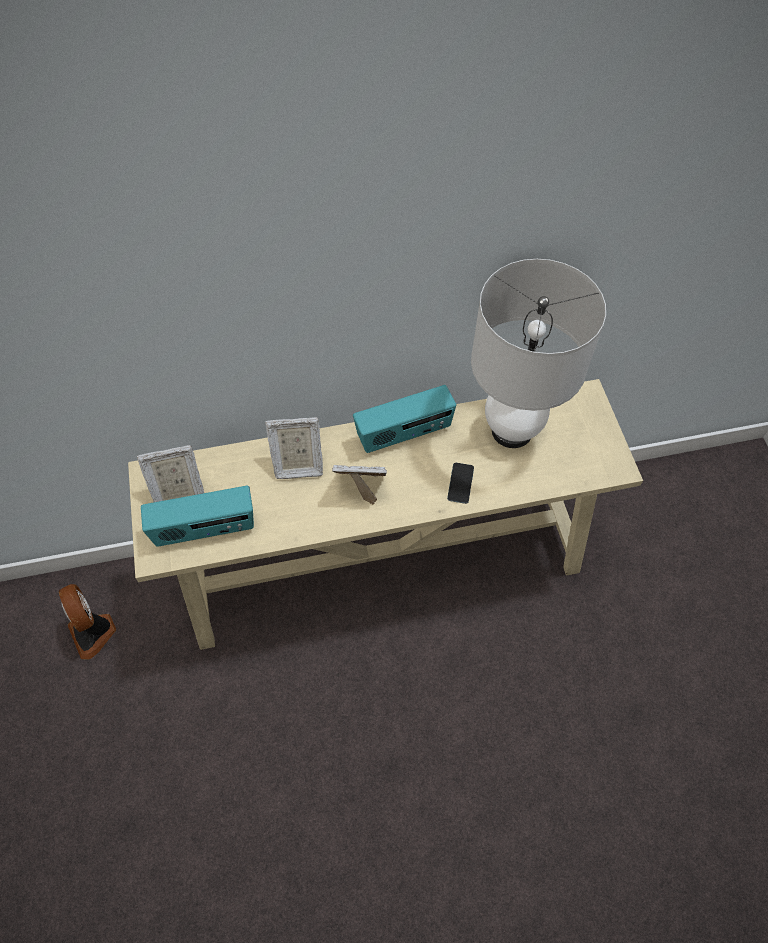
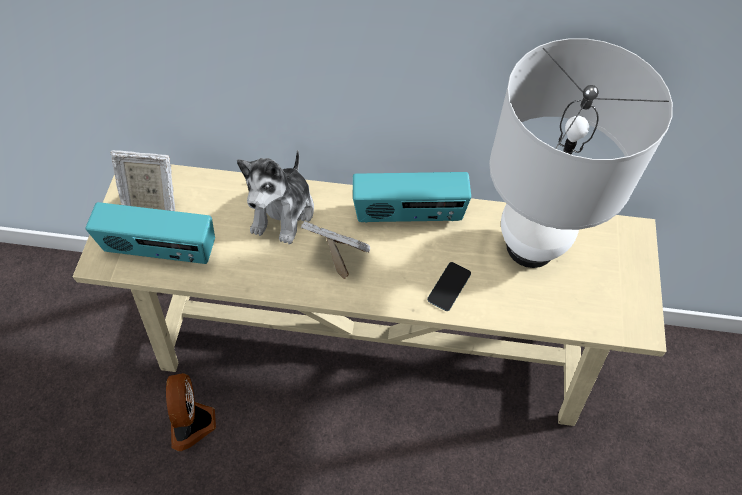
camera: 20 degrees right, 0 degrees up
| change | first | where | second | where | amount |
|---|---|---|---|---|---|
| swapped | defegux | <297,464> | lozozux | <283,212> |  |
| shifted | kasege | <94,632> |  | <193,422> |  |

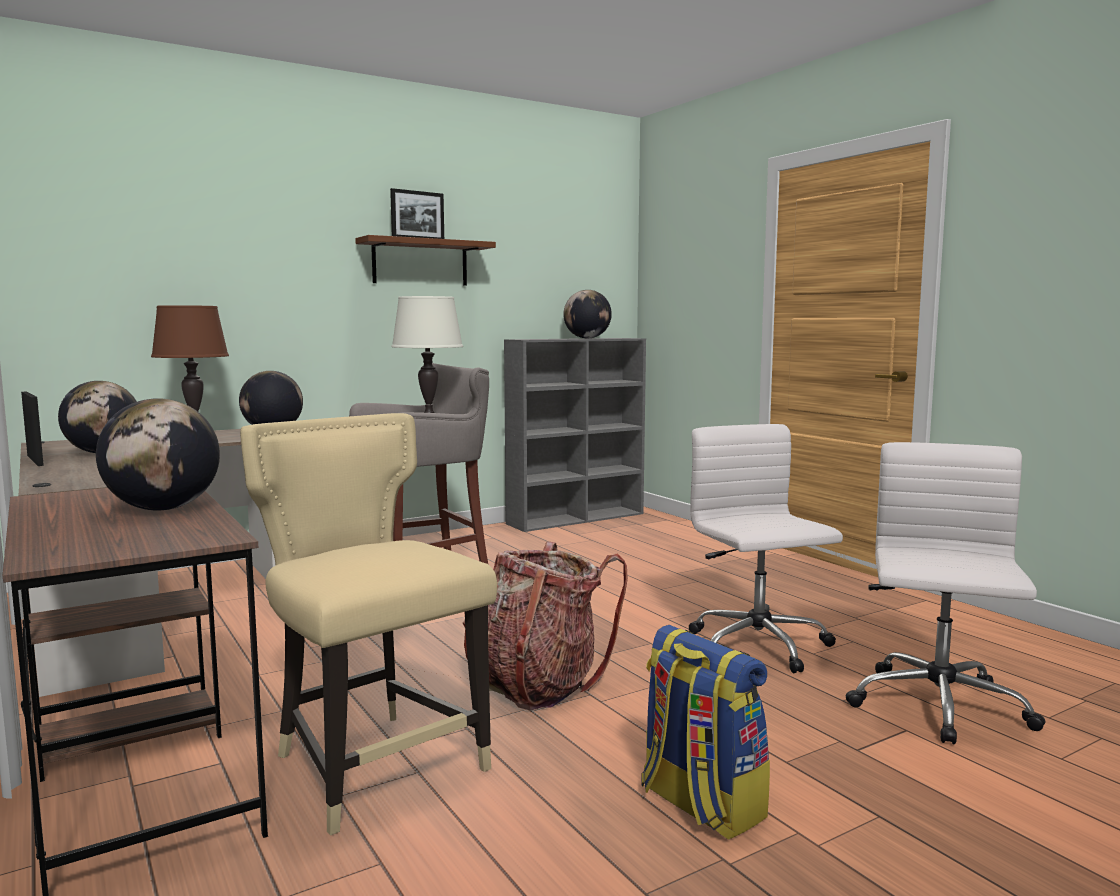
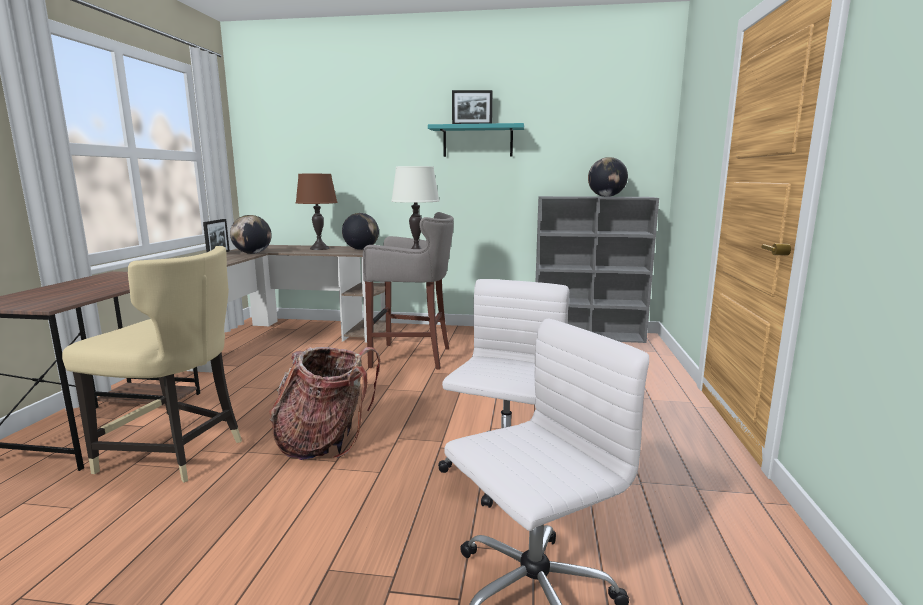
camera: 40 degrees right, 5 degrees up
| change | first | where | second | where | amount |
|---|---|---|---|---|---|
| repainted | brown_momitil | <420,262> | turquoise_momitil | <477,141> |  |
| gone | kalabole | <163,509> |  |  |  |
| rotated | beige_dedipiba | <374,764> |  | <176,454> | 105 degrees clockwise |
| gone | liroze | <699,805> |  |  |  |

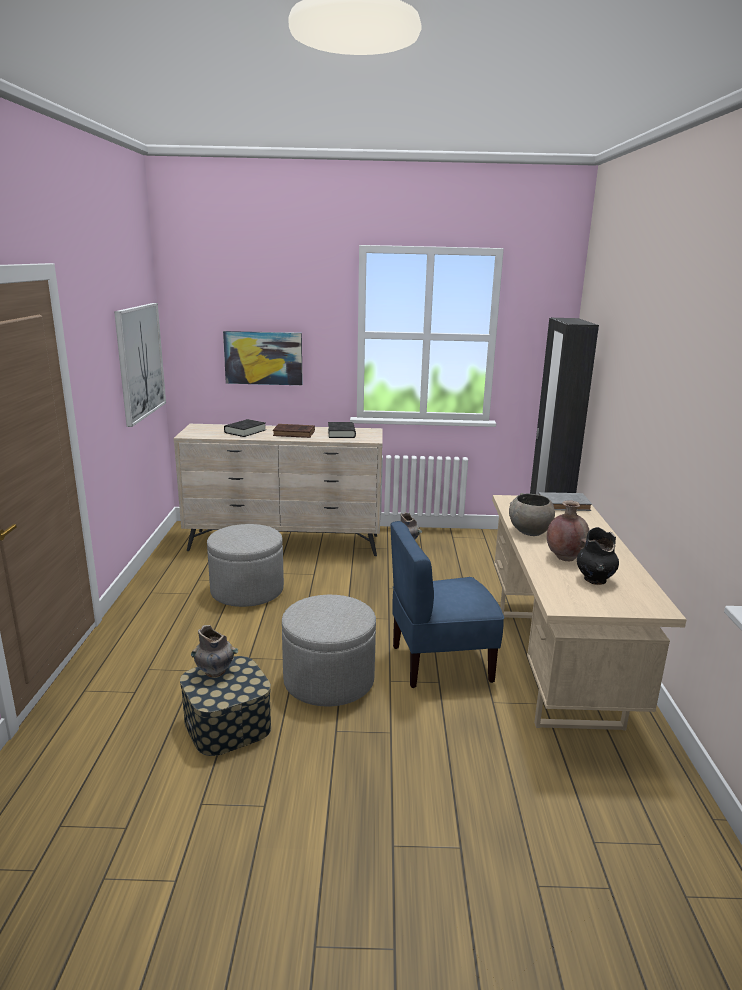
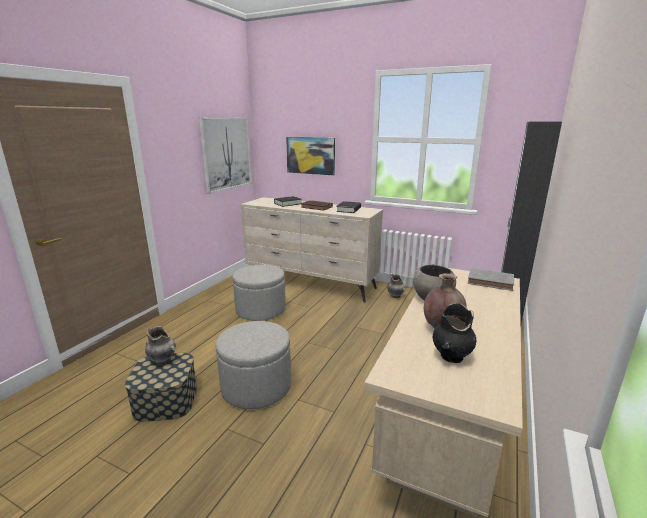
camera: 25 degrees right, 0 degrees up
| change | first | where | second | where | amount |
|---|---|---|---|---|---|
| gone | blue_dedipiba | <440,663> |  |  |  |

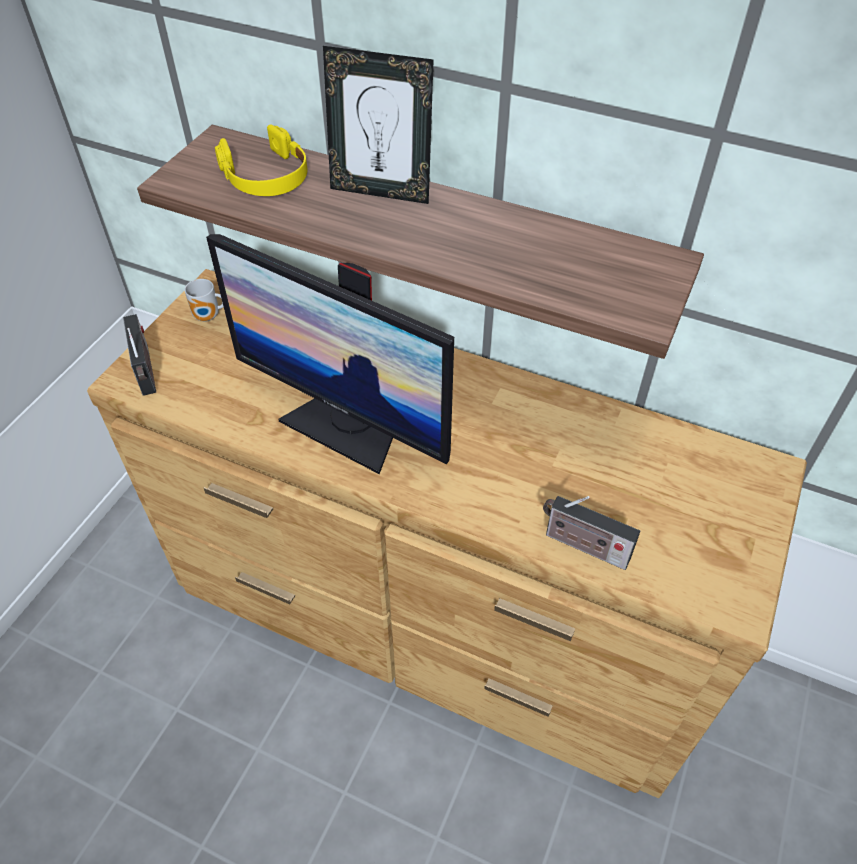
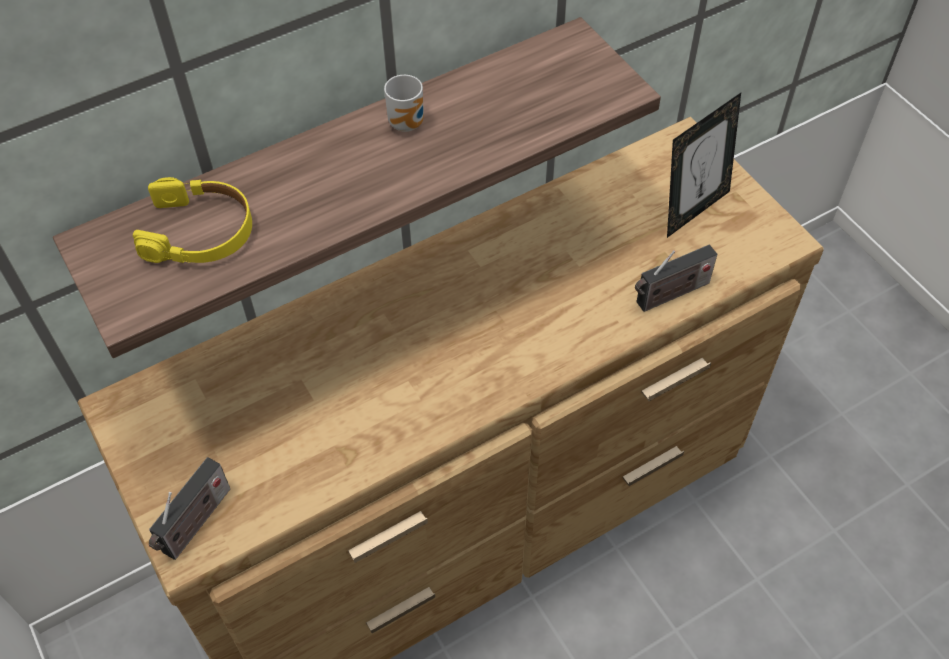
camera: 55 degrees left, 5 degrees up
| change | first | where | second | where | amount |
|---|---|---|---|---|---|
| shifted | defegux | <381,191> |  | <693,209> |  |
| gone | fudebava | <346,426> |  |  |  |
| shifted | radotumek | <208,317> |  | <409,123> |  |
| rotated | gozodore | <146,372> |  | <195,524> | 105 degrees clockwise |

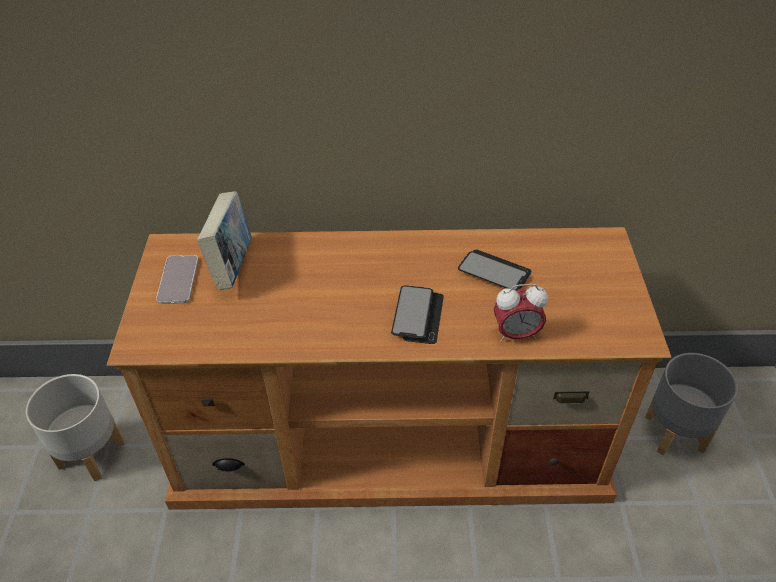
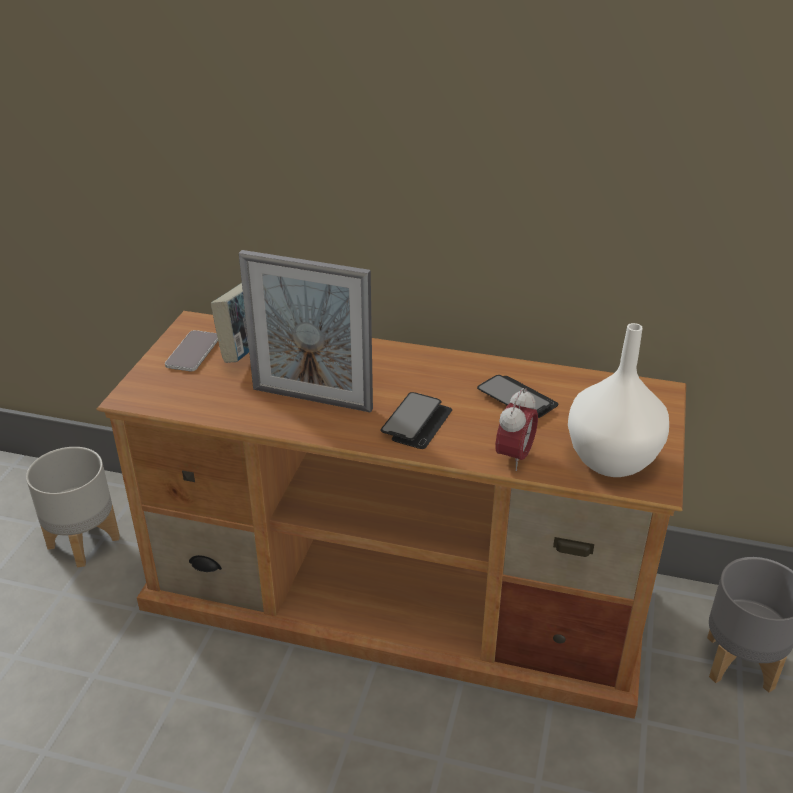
camera: 15 degrees right, 10 degrees down
| change | first | where | second | where | amount |
|---|---|---|---|---|---|
| rotated | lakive | <516,334> |  | <514,457> | 75 degrees counterclockwise |
| new |  |  | defegux | <312,399> |  |
| new |  |  | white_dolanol | <610,459> |  |

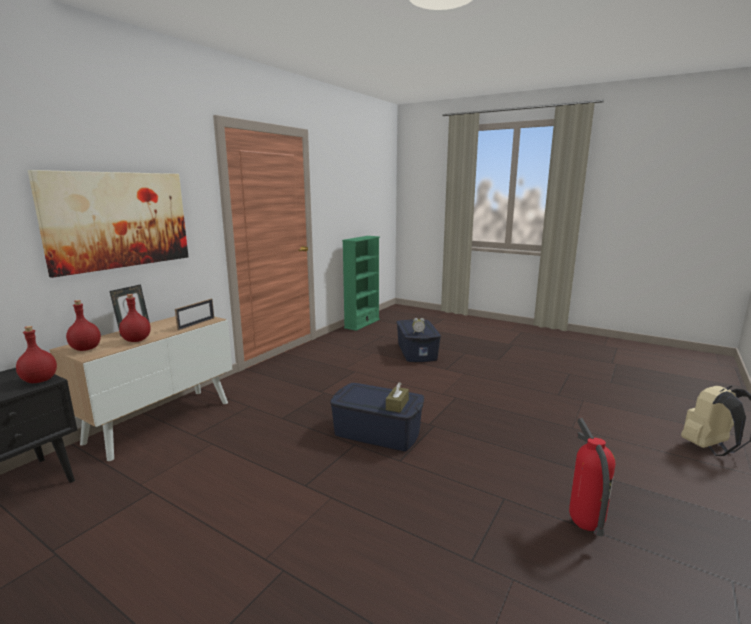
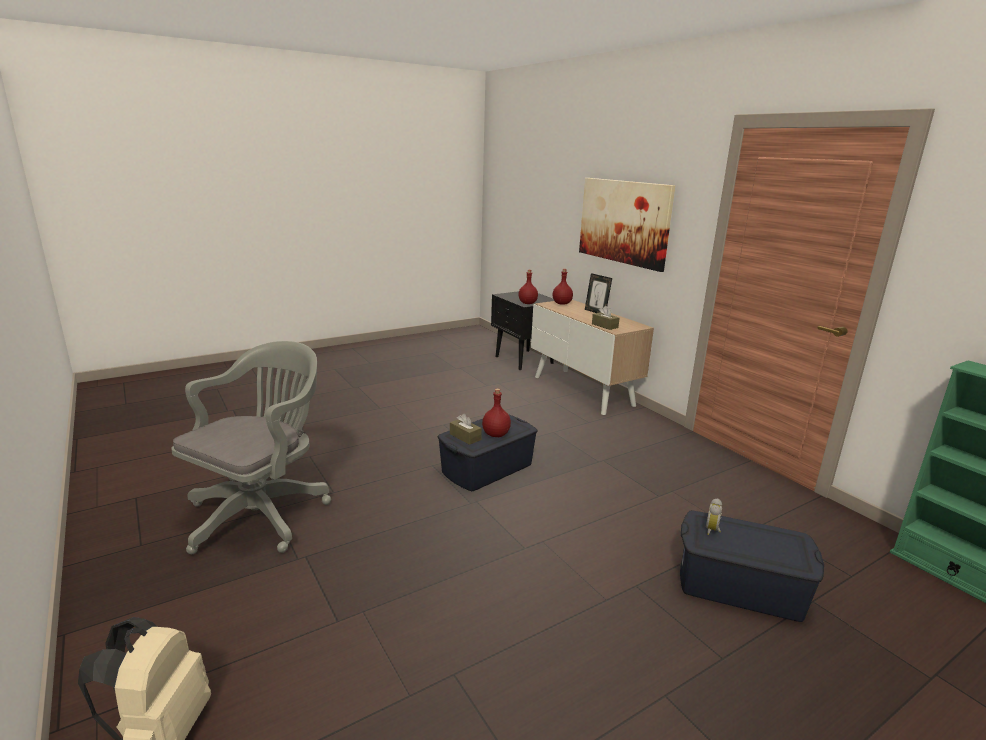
camera: 115 degrees right, 5 degrees up
| change | first | where | second | where | amount |
|---|---|---|---|---|---|
| shifted | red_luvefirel | <136,340> |  | <495,434> |  |
| swapped | defegux | <196,324> | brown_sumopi | <604,326> |  |
| swapped | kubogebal | <584,525> | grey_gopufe | <263,512> |  |

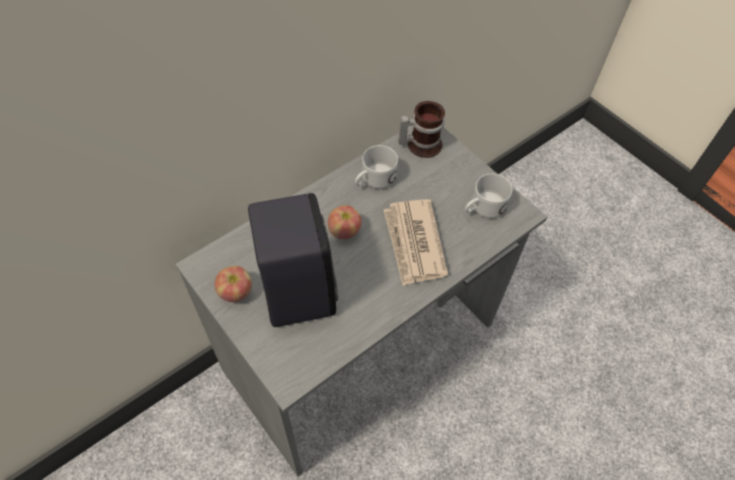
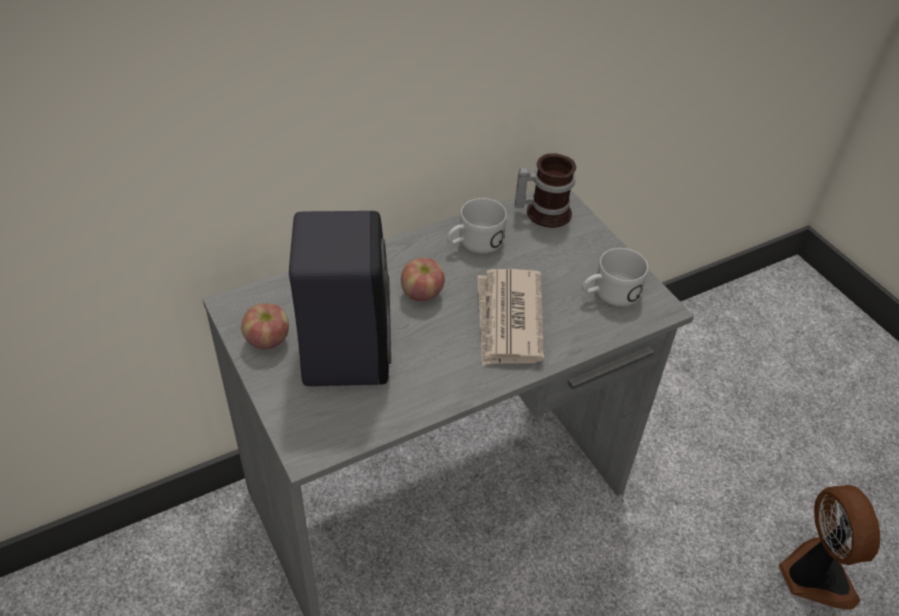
camera: 10 degrees right, 10 degrees down
| change | first | where | second | where | amount |
|---|---|---|---|---|---|
| new |  |  | kasege | <813,575> |  |

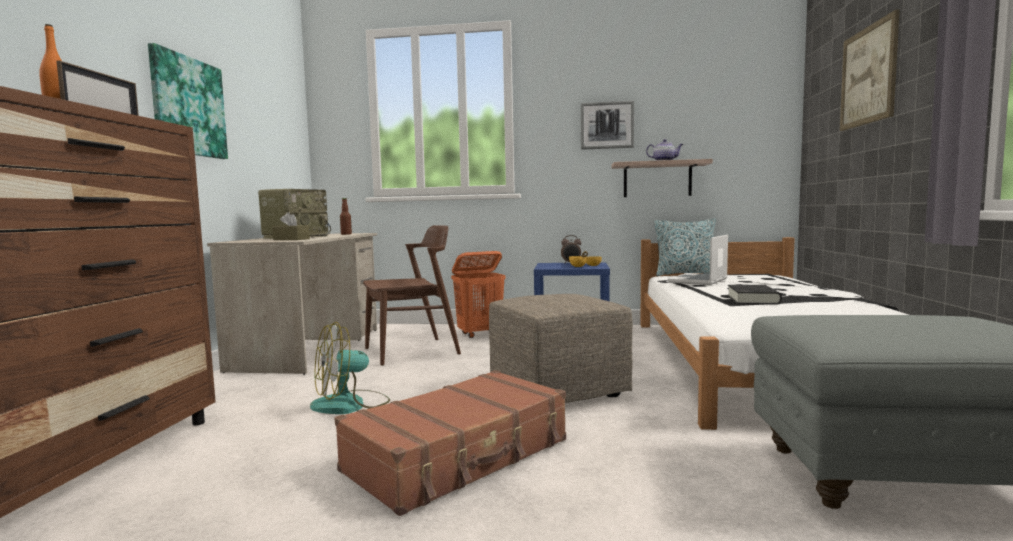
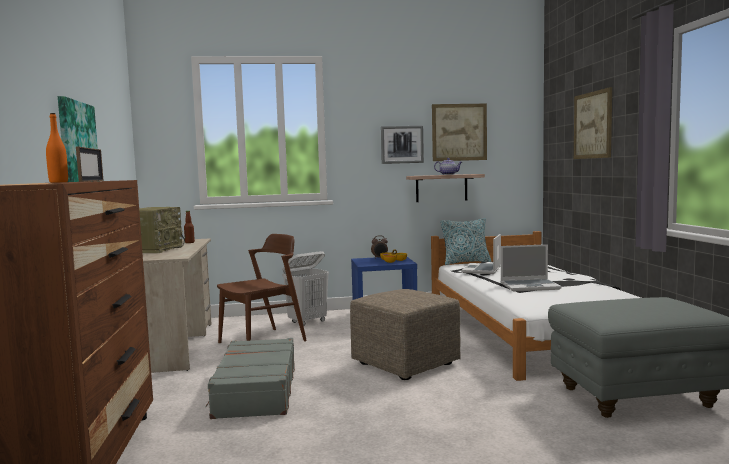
camera: 15 degrees left, 0 degrees up
| change | first | where | second | where | amount |
|---|---|---|---|---|---|
| gone | brown_sumopi | <291,239> |  |  |  |
| repainted | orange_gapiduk | <480,334> | white_gapiduk | <308,322> |  |
| swapped | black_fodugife | <753,300> | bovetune | <530,286> |  |
| swapped | kasege | <350,404> | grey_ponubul | <255,390> |  |
| gone | brown_ponubul | <459,456> |  |  |  |
| new |  |  | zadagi | <459,132> |  |

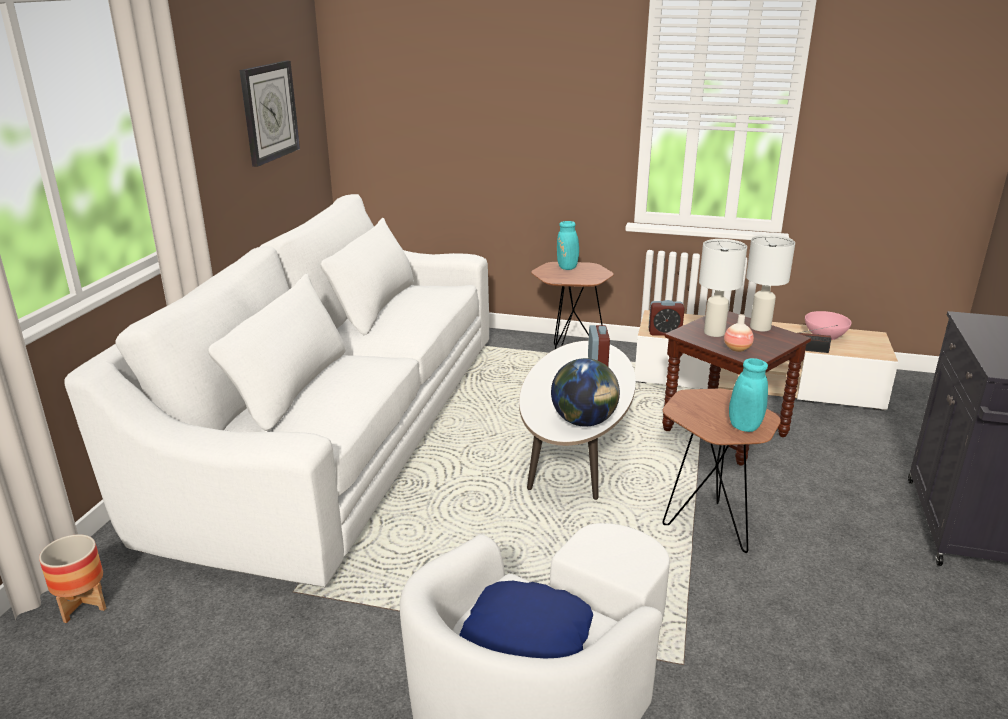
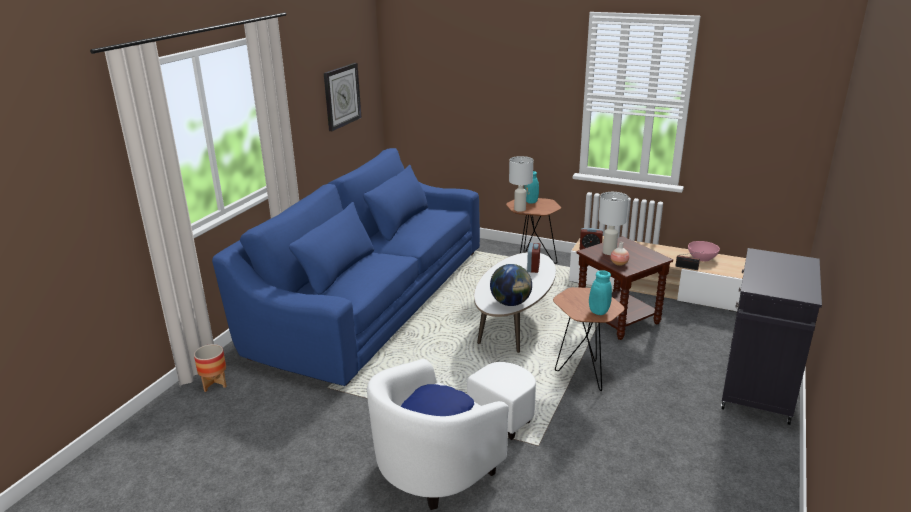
camera: 10 degrees right, 0 degrees up
| change | first | where | second | where | amount |
|---|---|---|---|---|---|
| repainted | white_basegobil | <340,428> | blue_basegobil | <371,298> |  |
| shifted | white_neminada | <759,327> |  | <519,209> |  |

